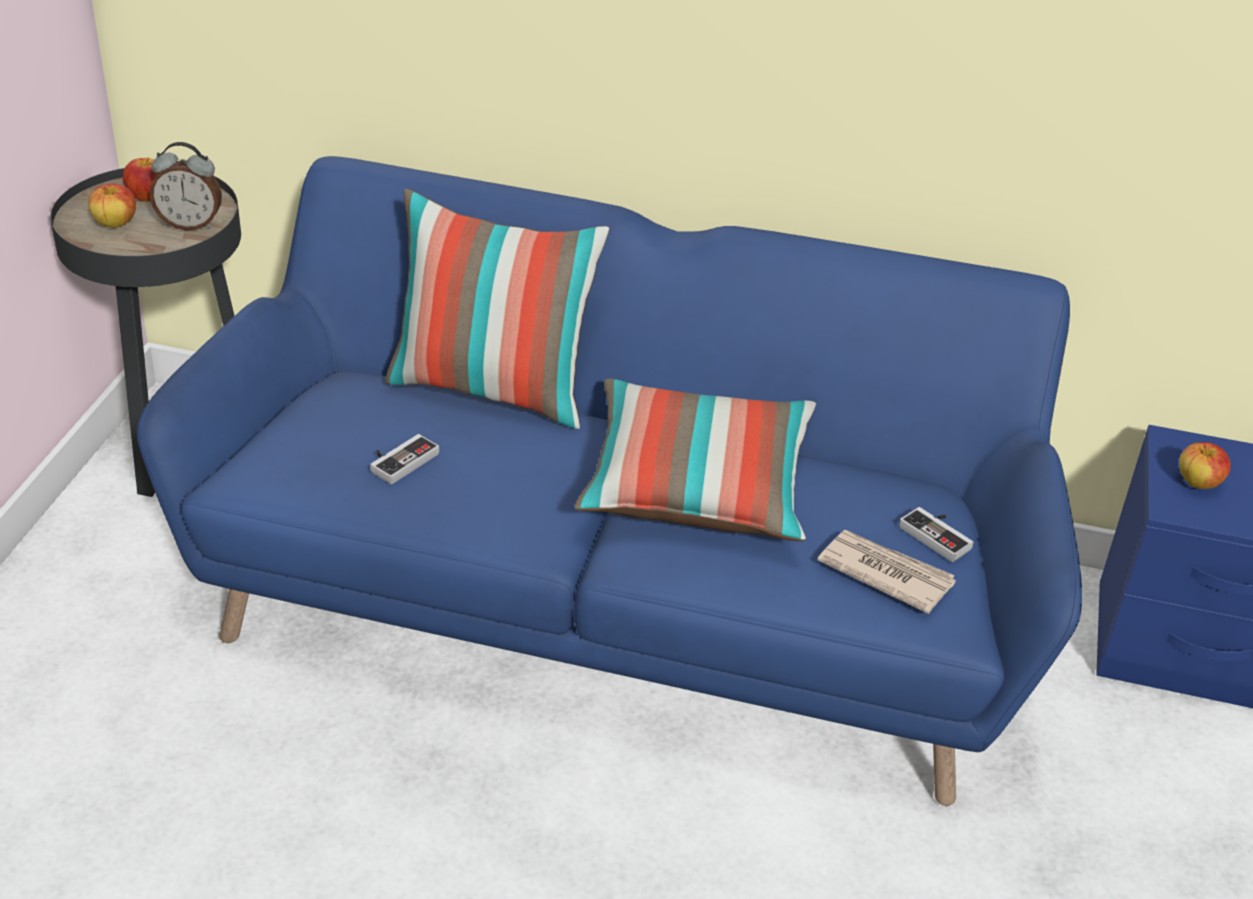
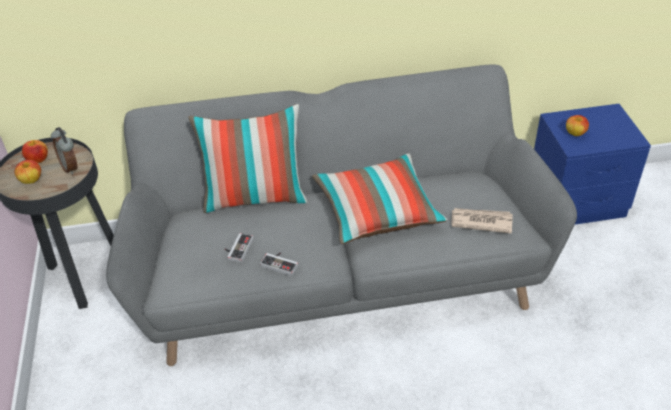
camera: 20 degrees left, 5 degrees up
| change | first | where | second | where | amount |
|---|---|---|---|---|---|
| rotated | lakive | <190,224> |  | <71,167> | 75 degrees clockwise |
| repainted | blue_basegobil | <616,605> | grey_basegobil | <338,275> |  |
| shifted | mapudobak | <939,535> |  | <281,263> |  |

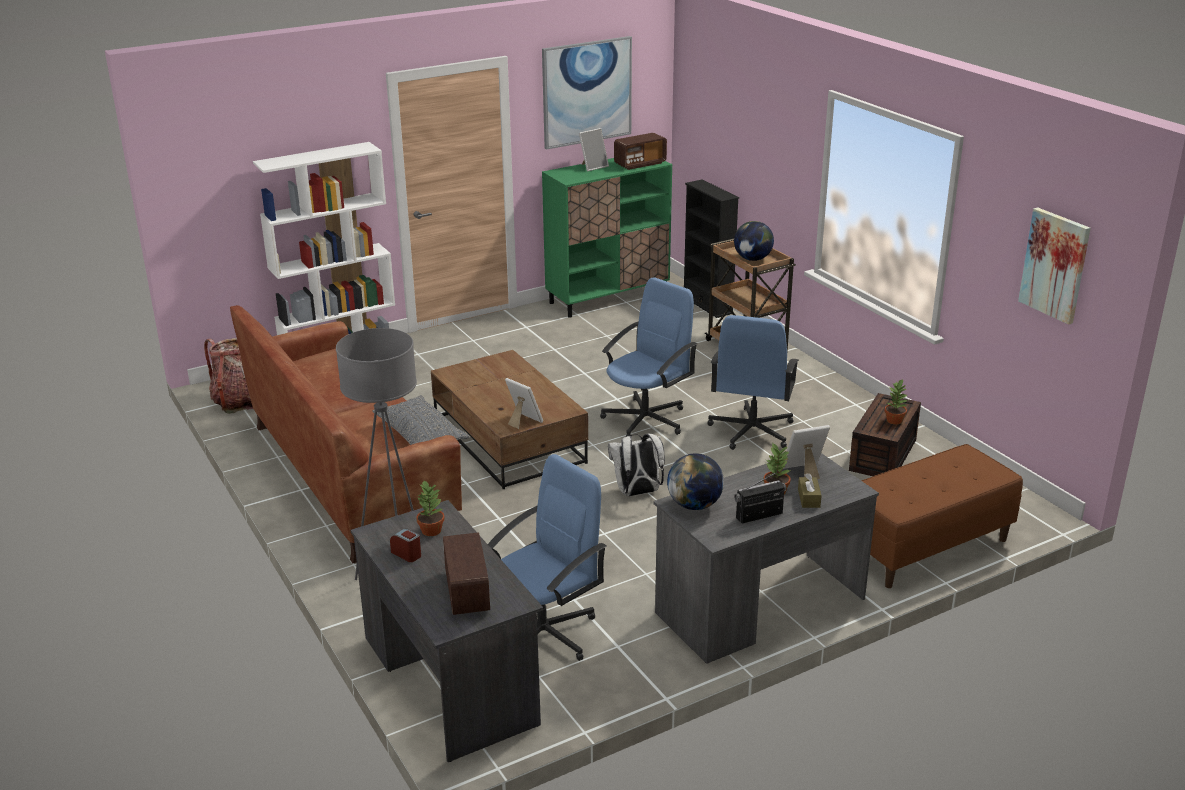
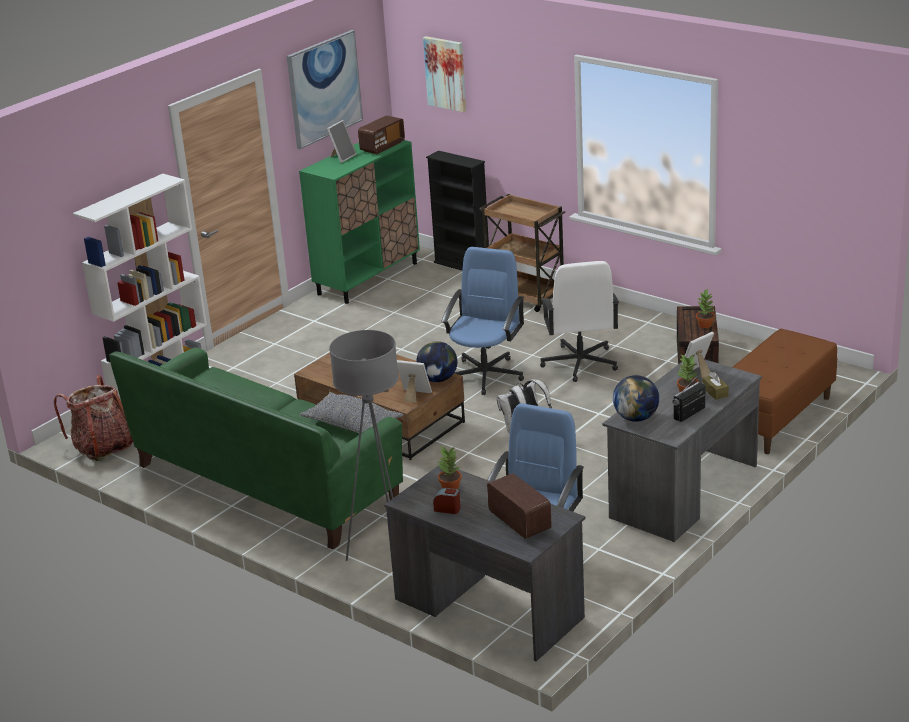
camera: 20 degrees left, 0 degrees up
| change | first | where | second | where | amount |
|---|---|---|---|---|---|
| shifted | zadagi | <1055,265> |  | <446,73> |  |
| shifted | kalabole | <752,259> |  | <438,379> |  |
| repainted | brown_basegobil | <350,475> | green_basegobil | <266,483> |  |
| repainted | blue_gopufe | <751,431> | white_gopufe | <580,363> |  |

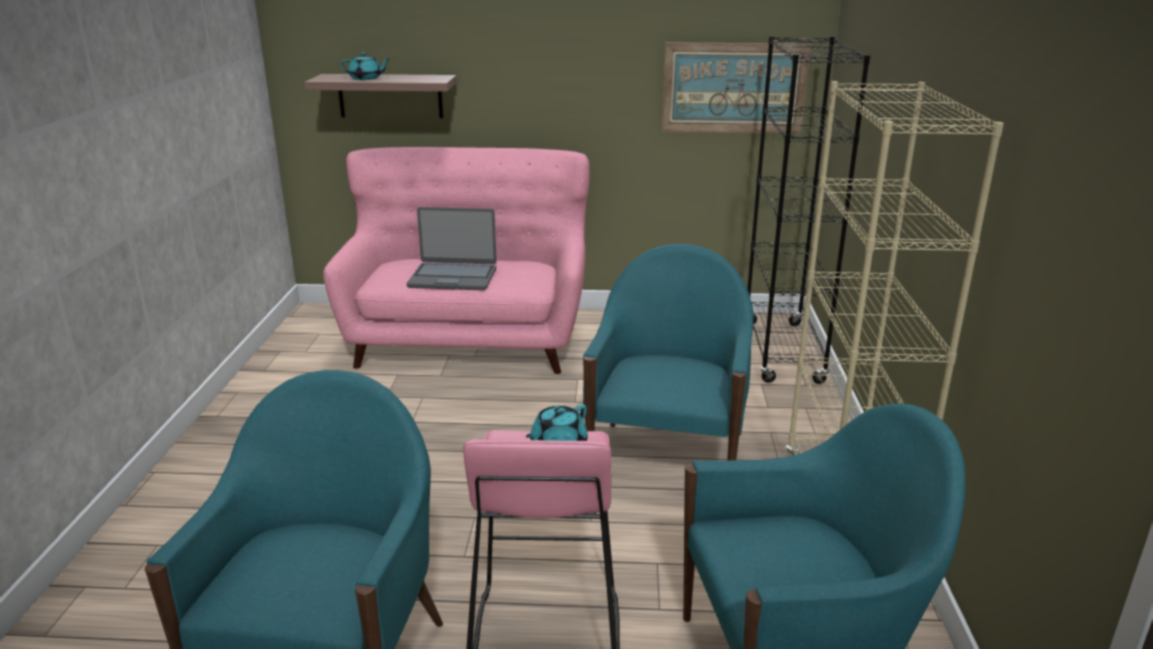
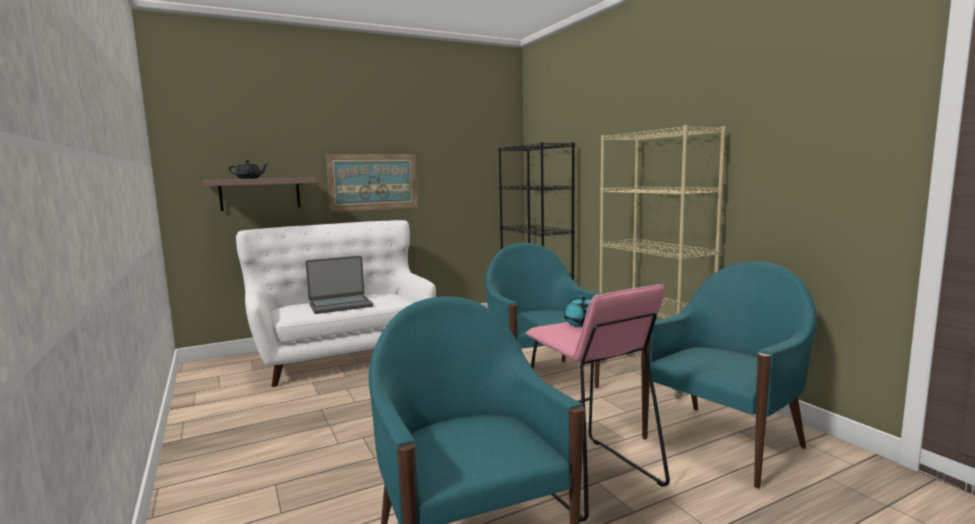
camera: 30 degrees left, 15 degrees down
| change | first | where | second | where | amount |
|---|---|---|---|---|---|
| shifted | zadagi | <734,88> |  | <373,182> |  |
| repainted | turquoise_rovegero | <366,78> | black_rovegero | <249,178> |  |
| repainted | pink_basegobil | <469,339> | white_basegobil | <343,355> |  |

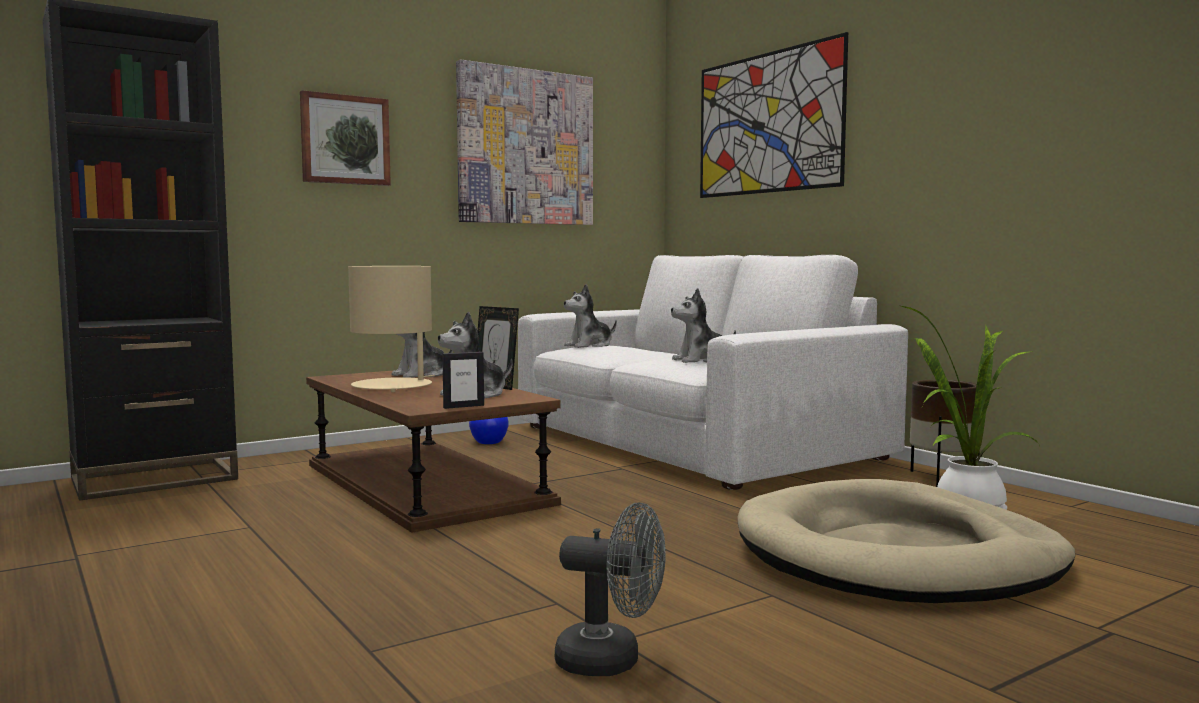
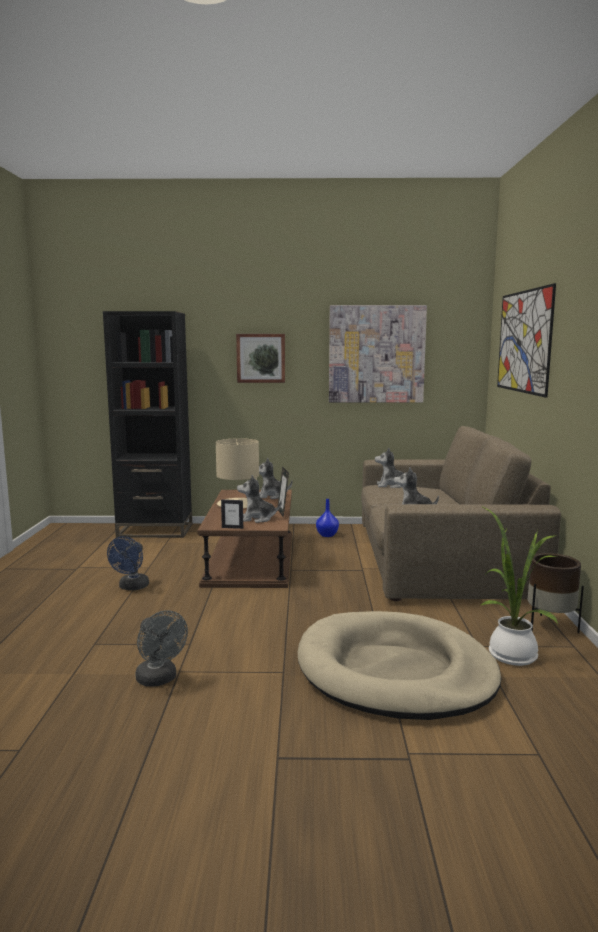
camera: 35 degrees right, 5 degrees up
| change | first | where | second | where | amount |
|---|---|---|---|---|---|
| repainted | white_basegobil | <691,443> | brown_basegobil | <438,559> |  |
| new |  |  | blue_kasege | <131,587> |  |

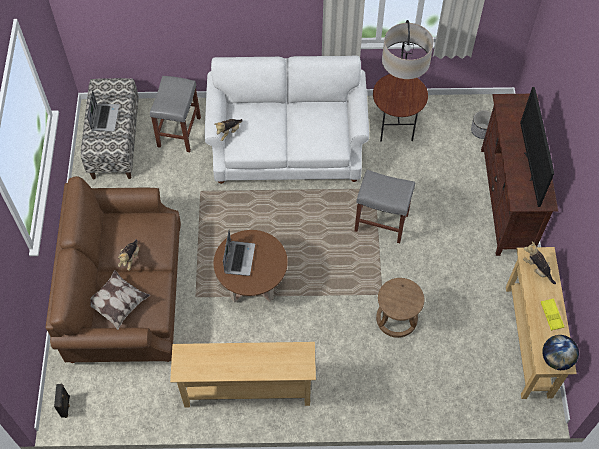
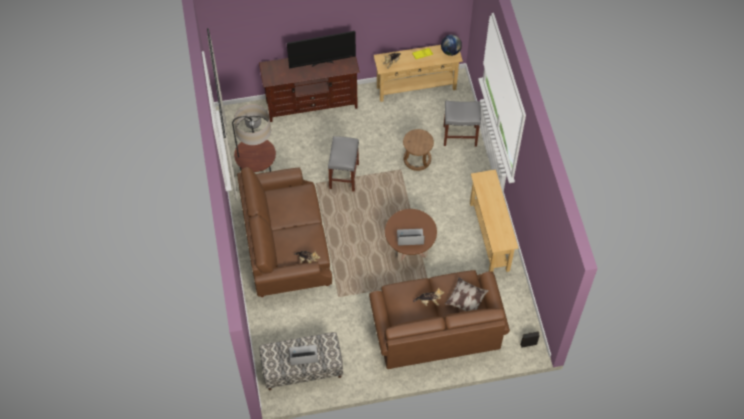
camera: 100 degrees left, 0 degrees up
| change | first | where | second | where | amount |
|---|---|---|---|---|---|
| repainted | white_basegobil | <288,145> | brown_basegobil | <286,245> |  |
| shifted | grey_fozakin | <179,131> |  | <459,136> |  |

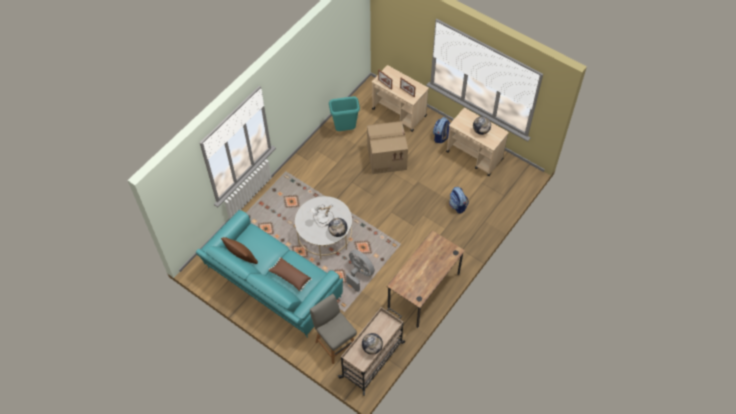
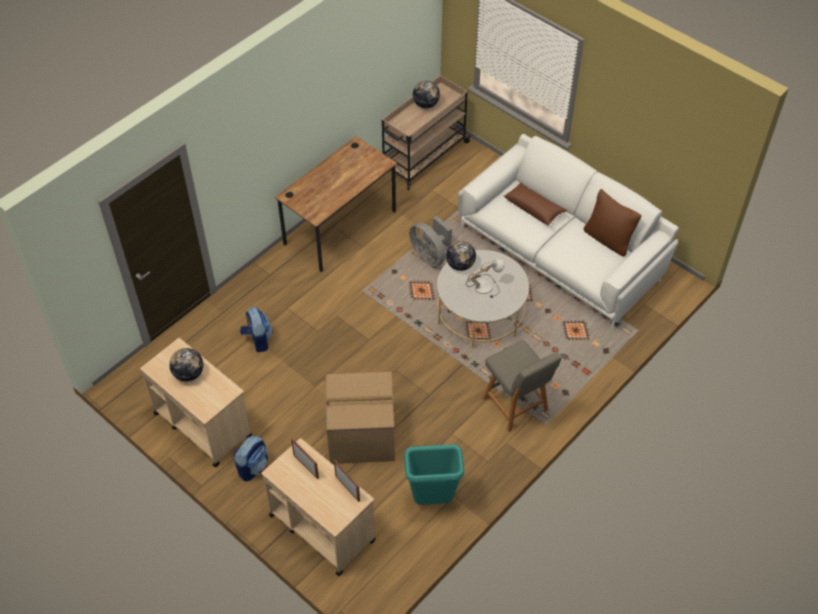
camera: 175 degrees left, 5 degrees down
| change | first | where | second | where | amount |
|---|---|---|---|---|---|
| repainted | turquoise_basegobil | <271,284> | white_basegobil | <561,252> |  |
| shifted | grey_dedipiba | <335,343> |  | <516,406> |  |

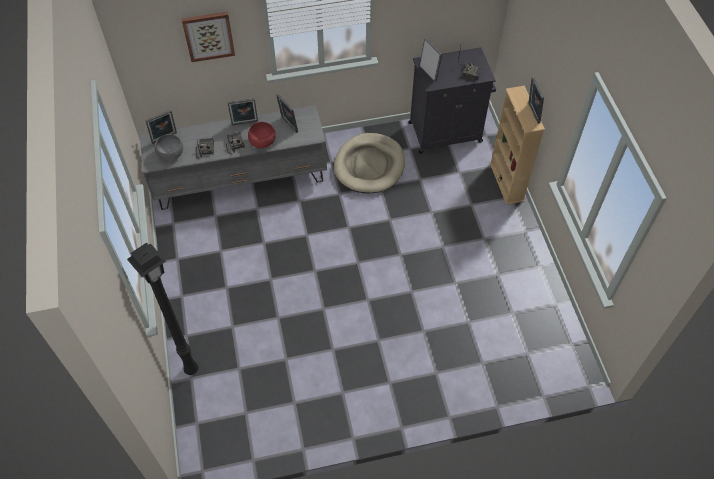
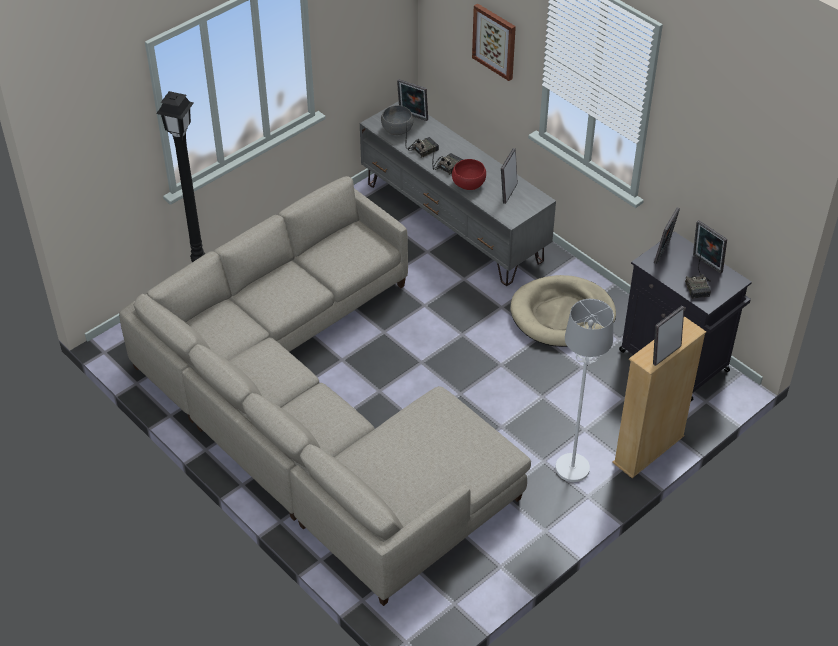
camera: 60 degrees right, 10 degrees down
| change | first | where | second | where | amount |
|---|---|---|---|---|---|
| shifted | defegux | <245,124> |  | <706,264> |  |
| new |  |  | beige_basegobil | <318,411> |  |
| new |  |  | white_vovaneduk | <572,468> |  |

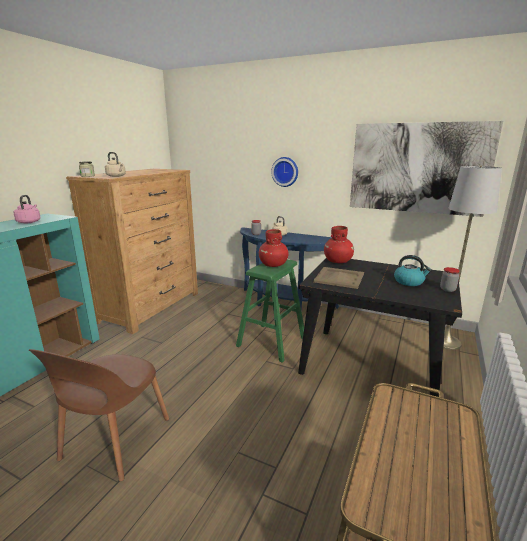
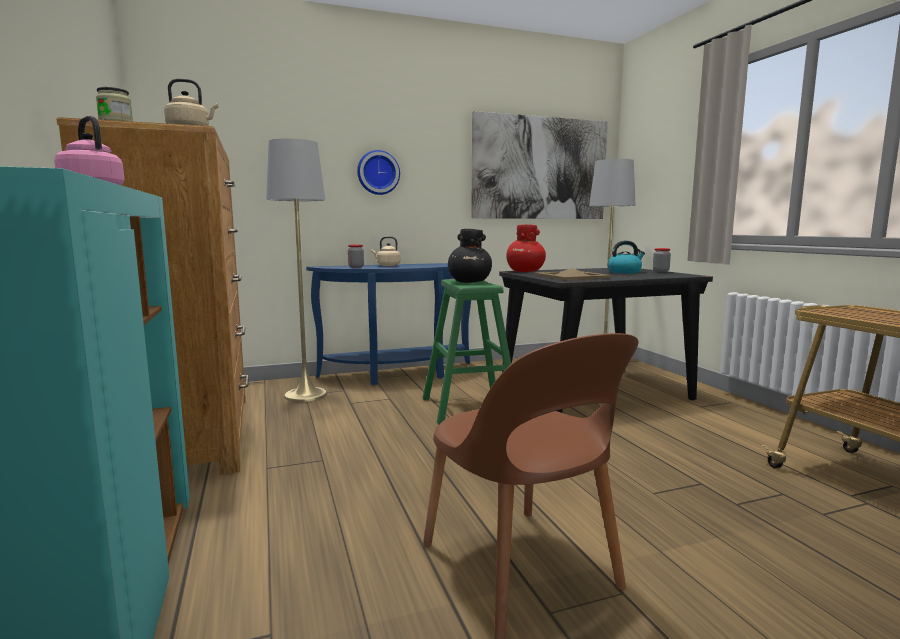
camera: 45 degrees left, 10 degrees down
| change | first | where | second | where | amount |
|---|---|---|---|---|---|
| repainted | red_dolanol | <273,265> | black_dolanol | <469,282> |  |
| new |  |  | grey_vovaneduk | <305,395> |  |

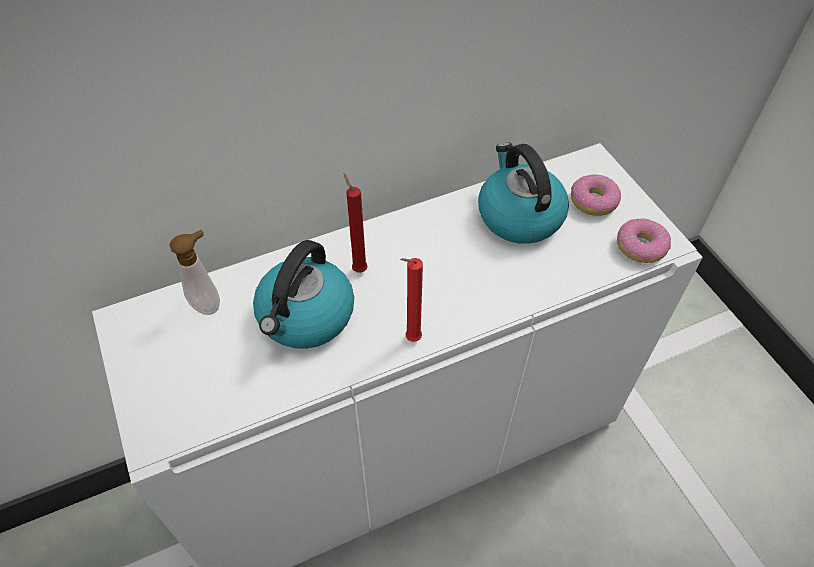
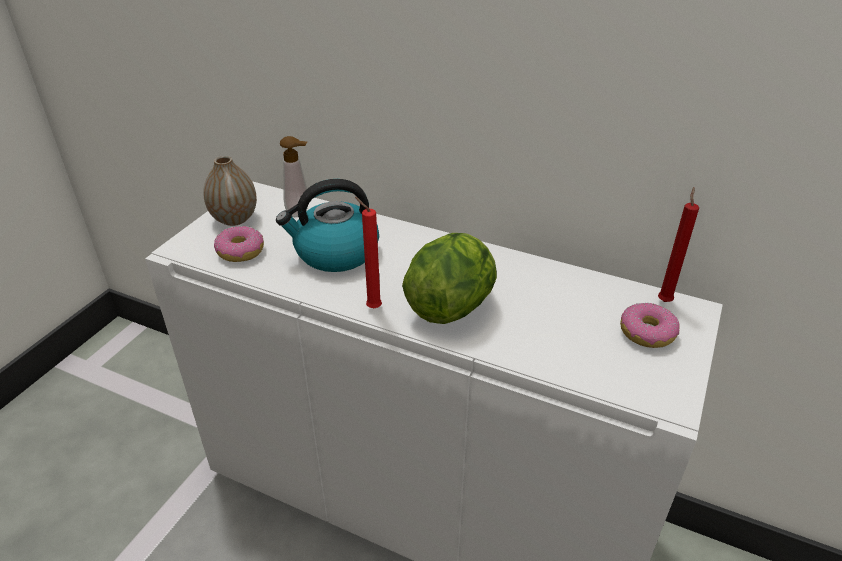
camera: 50 degrees right, 15 degrees down
| change | first | where | second | where | amount |
|---|---|---|---|---|---|
| gone | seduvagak | <518,216> |  |  |  |
| shifted | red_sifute | <358,268> |  | <664,300> |  |
| shifted | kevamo | <640,247> |  | <240,251> |  |
| new |  |  | dolanol | <234,219> |  |
| new |  |  | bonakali | <451,305> |  |

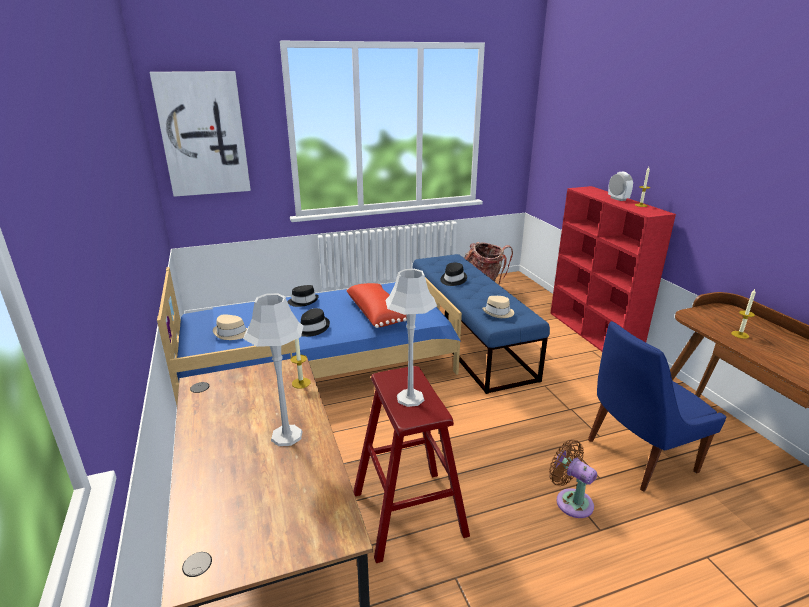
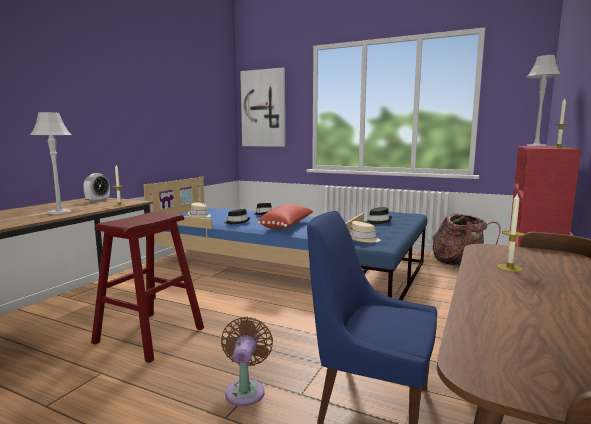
camera: 45 degrees right, 15 degrees down
| change | first | where | second | where | amount |
|---|---|---|---|---|---|
| shifted | lakive | <618,199> |  | <98,201> |  |
| shifted | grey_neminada | <410,398> |  | <536,145> |  |

